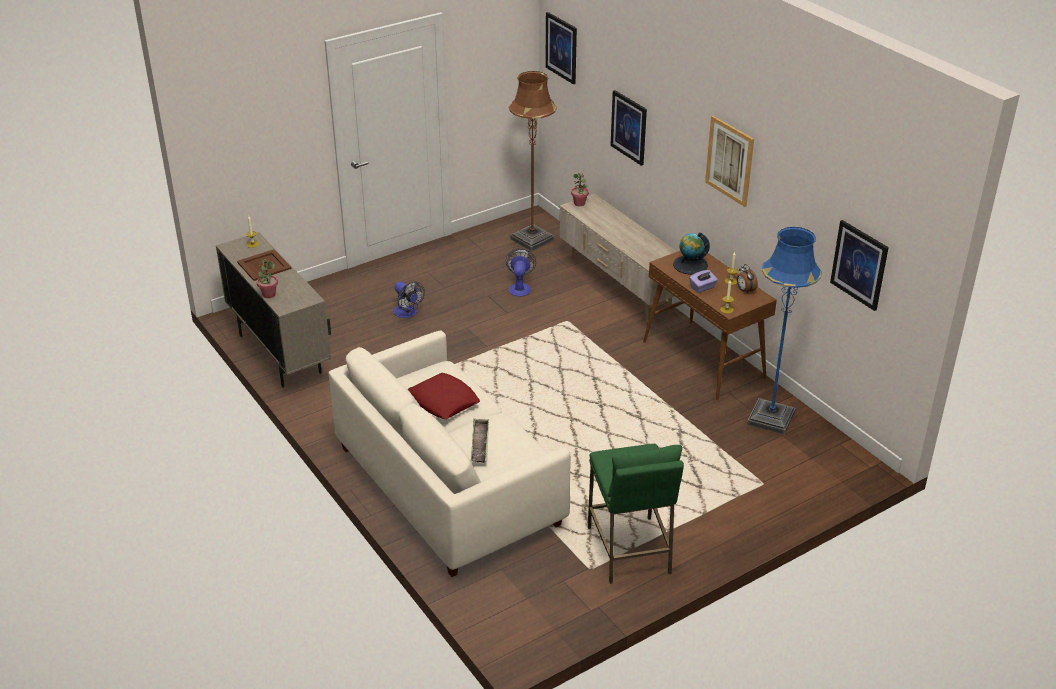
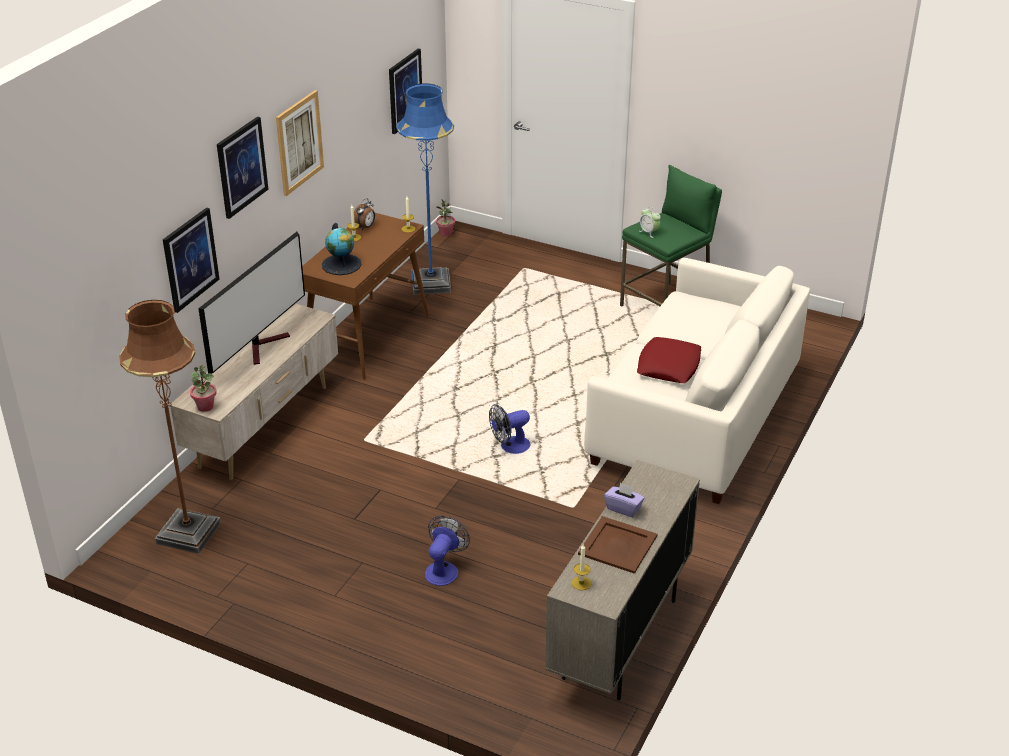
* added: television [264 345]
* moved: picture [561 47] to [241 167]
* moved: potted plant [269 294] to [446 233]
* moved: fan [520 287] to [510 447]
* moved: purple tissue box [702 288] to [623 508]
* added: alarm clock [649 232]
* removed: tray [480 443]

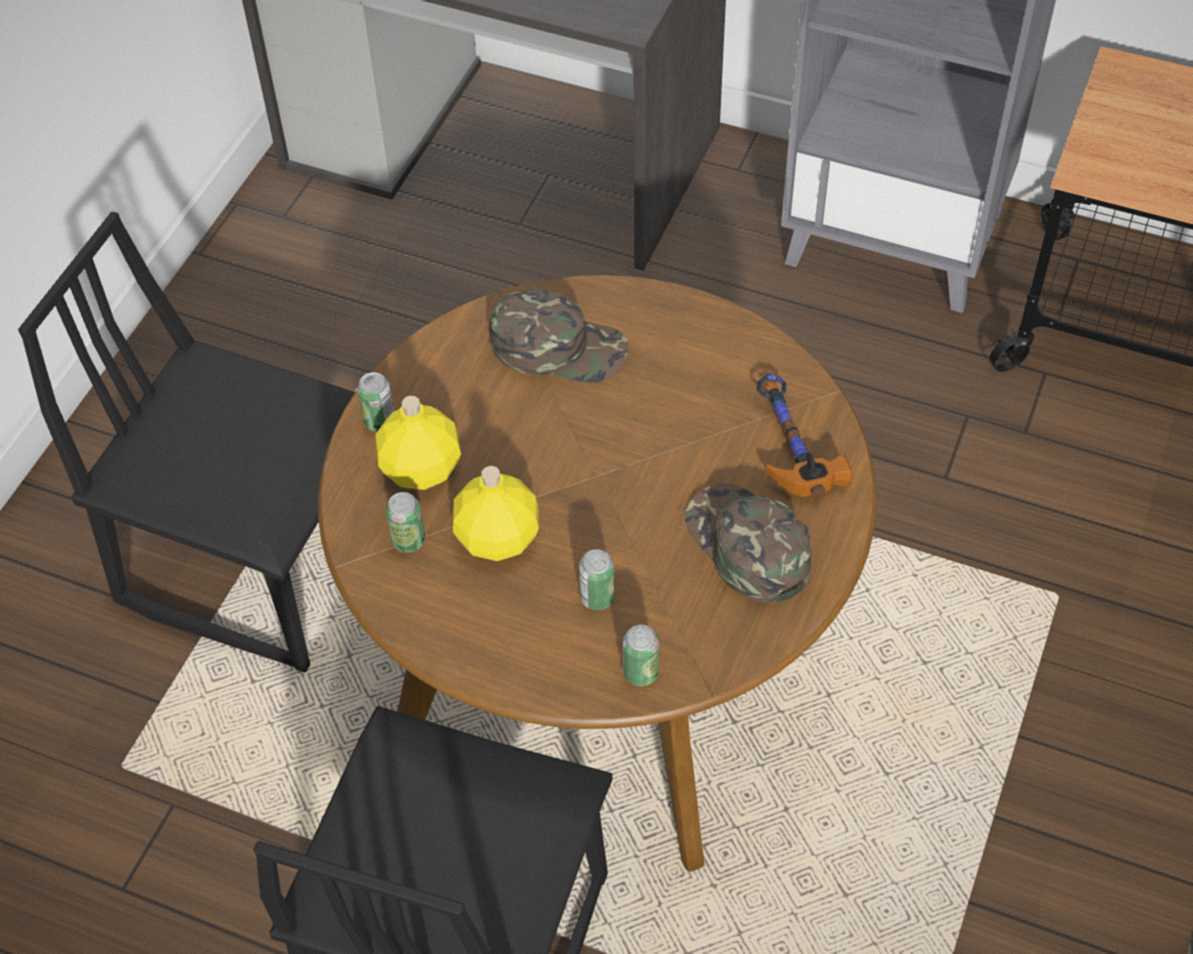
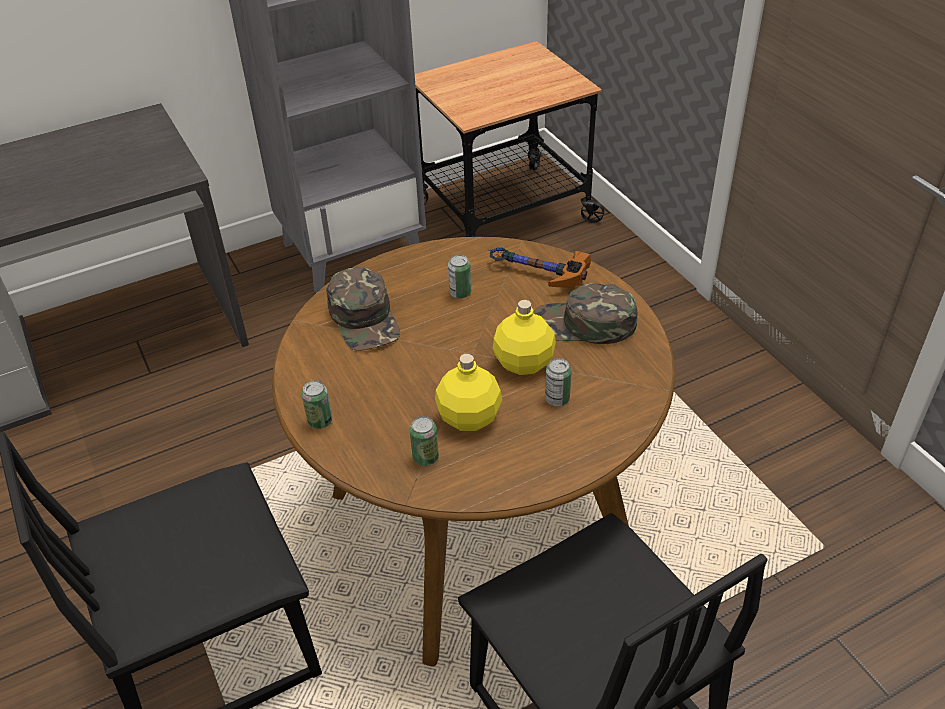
* turned: green cap [559 347] = [365 318] 105 degrees clockwise
* moved: can [640 672] to [460 293]
* moved: yellow bottle [421 470] to [524 363]

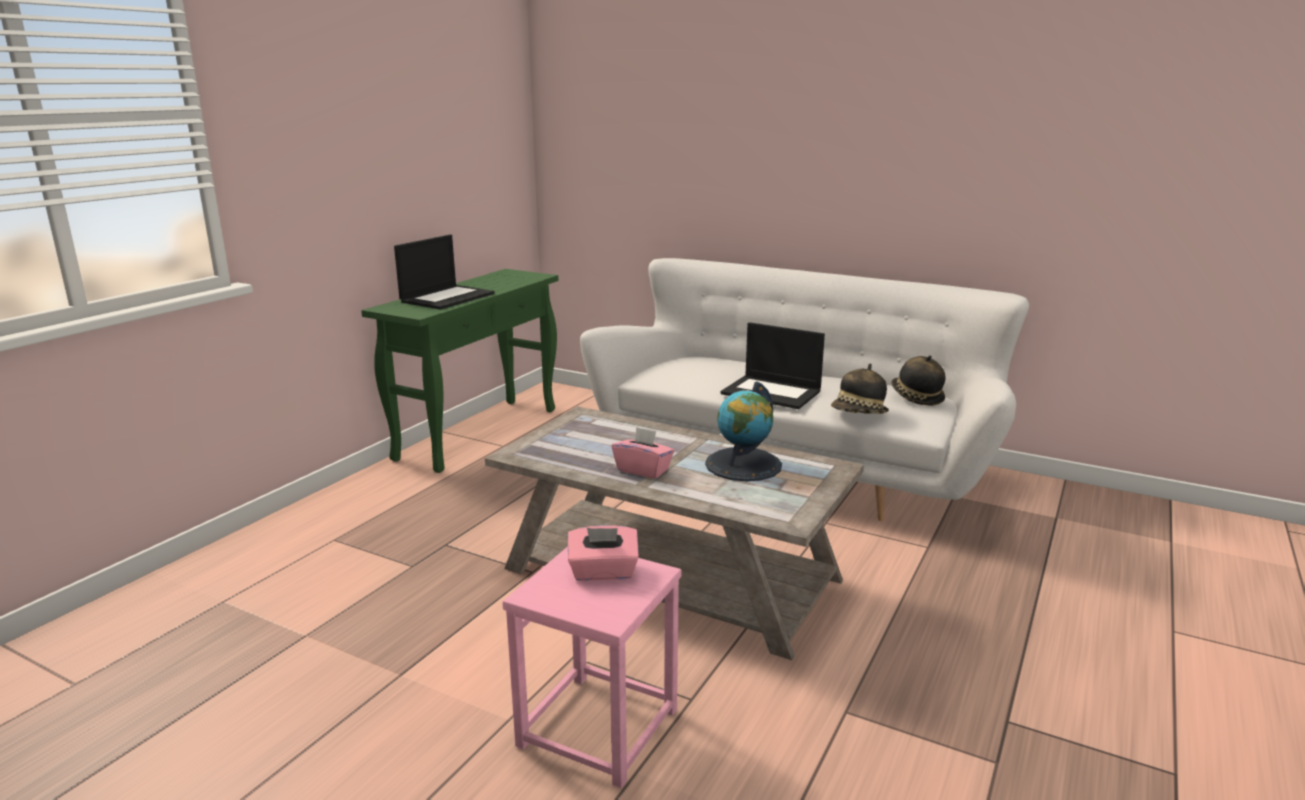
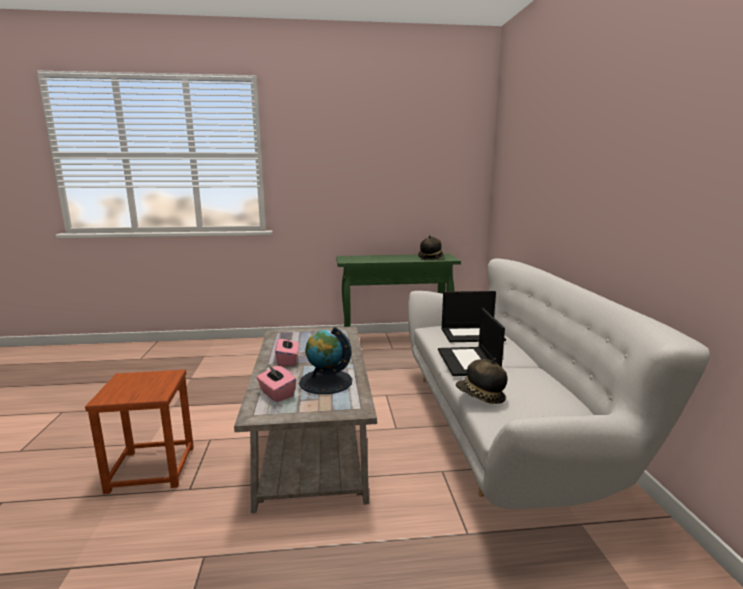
* recoloured: pink stool [599 728] to brown stool [151 469]
* moved: pink tissue box [603 572] to [276 394]
* moved: hat [916 397] to [431 258]
* moved: laptop [447 297] to [472 334]

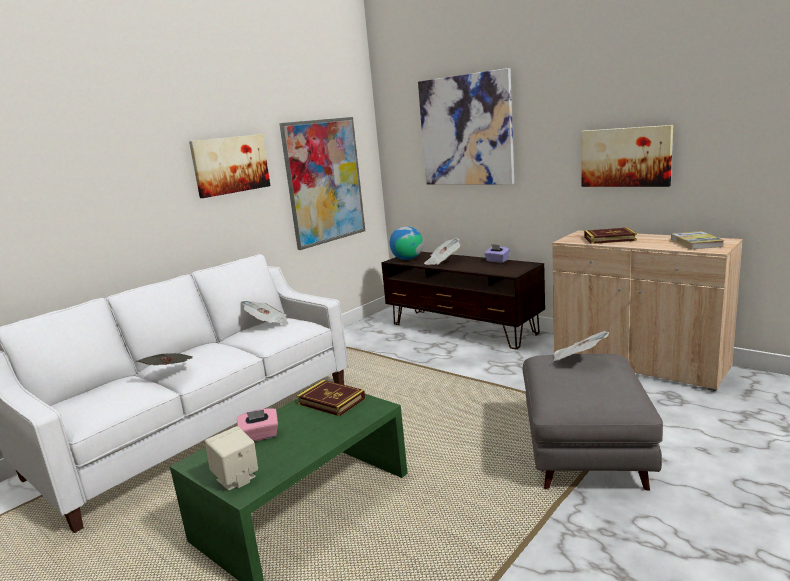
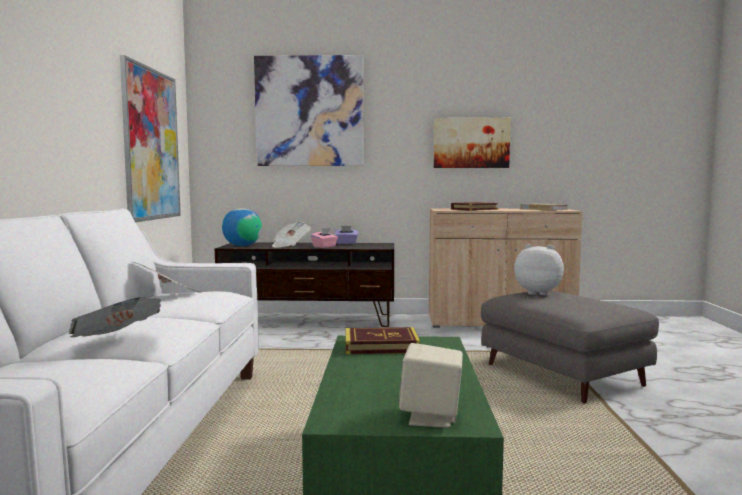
* moved: pink tissue box [260 436] to [324 247]
* replaced: newspaper [578 360] to plush toy [538 293]
* removed: picture [230 165]

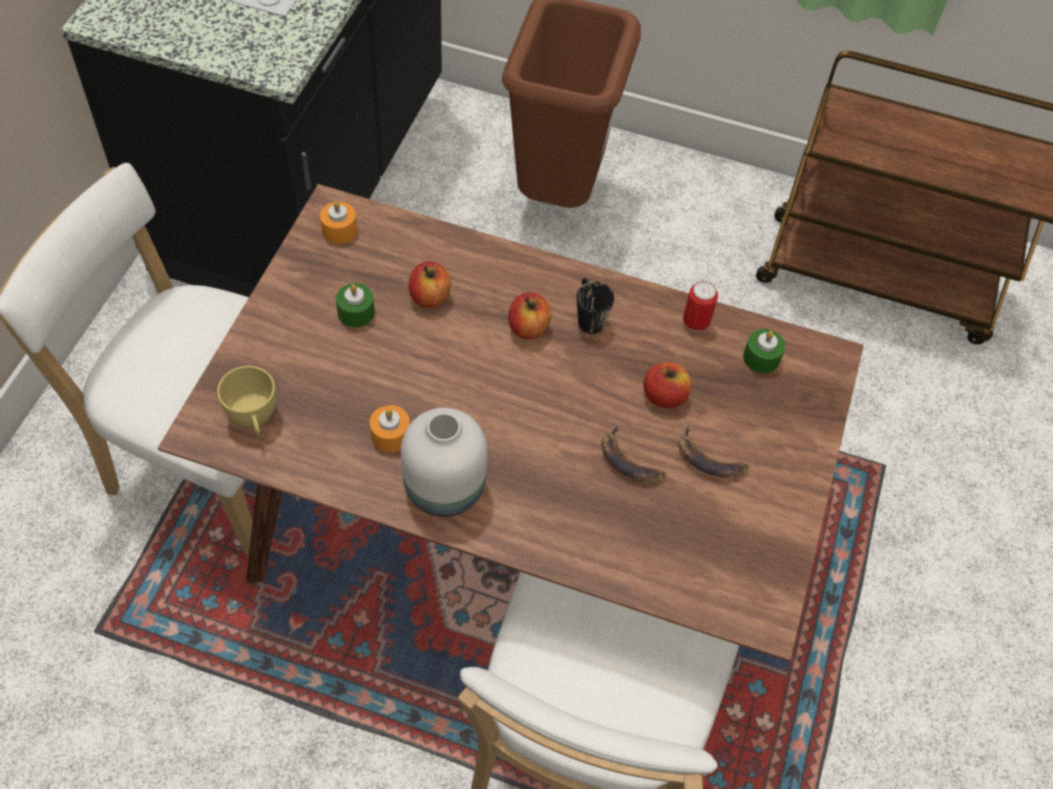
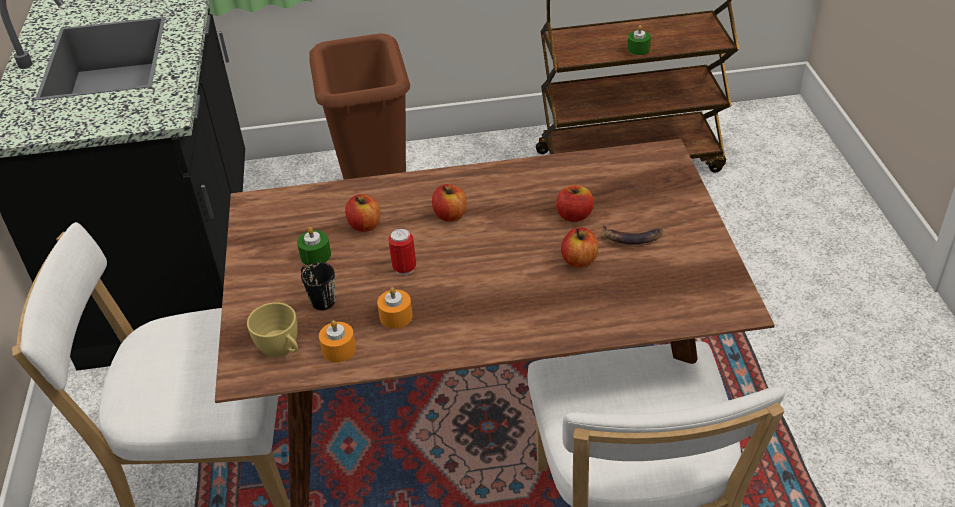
* moved: black mug [588 316] to [318 298]
* moved: orange candle [339 230] to [339 349]
* moved: can [695 323] to [404 268]
* replaced: banana [630 461] to apple [579 260]
* moved: green candle [761 358] to [638 49]
* removed: white vase [446 486]

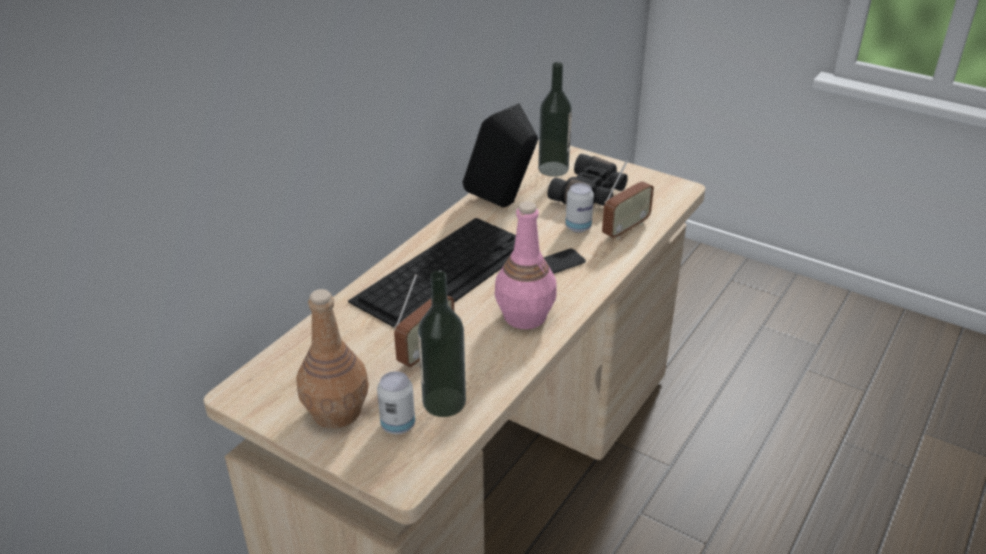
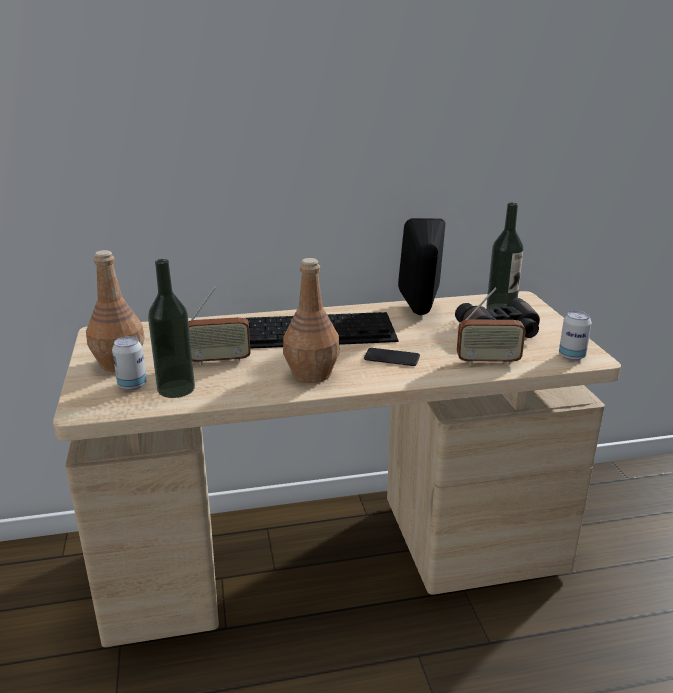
* recoloured: pink bottle [525 317] to brown bottle [311 374]
* moved: can [578 227] to [571 356]

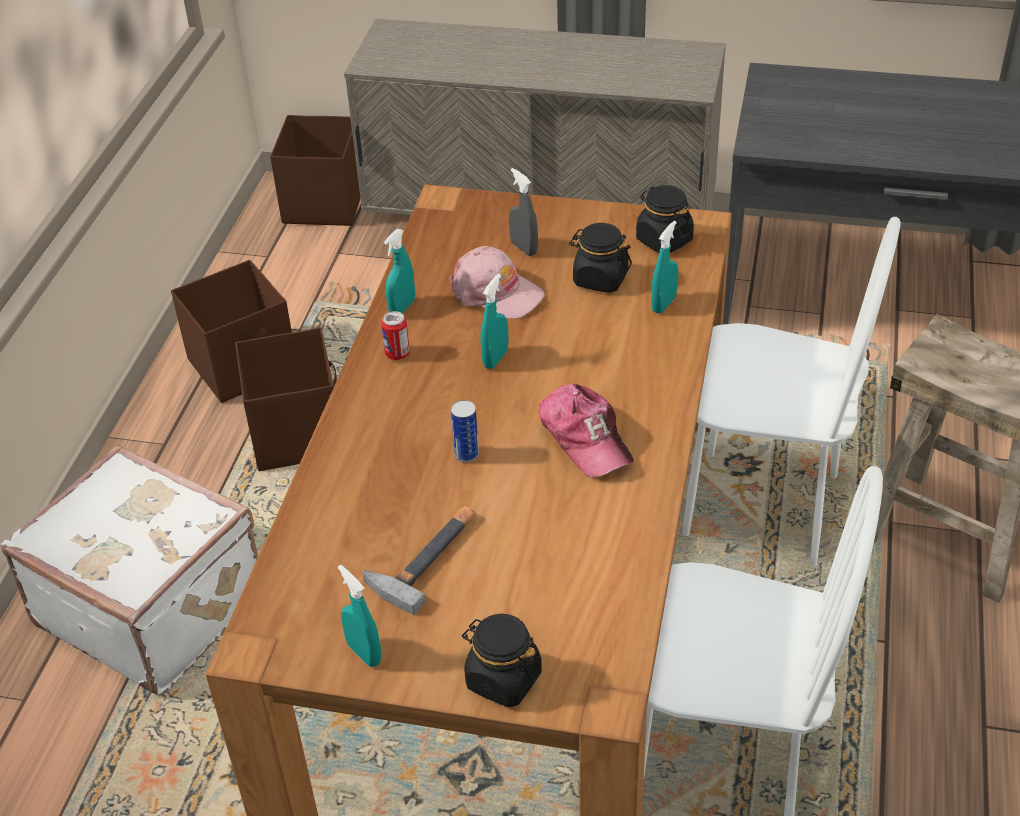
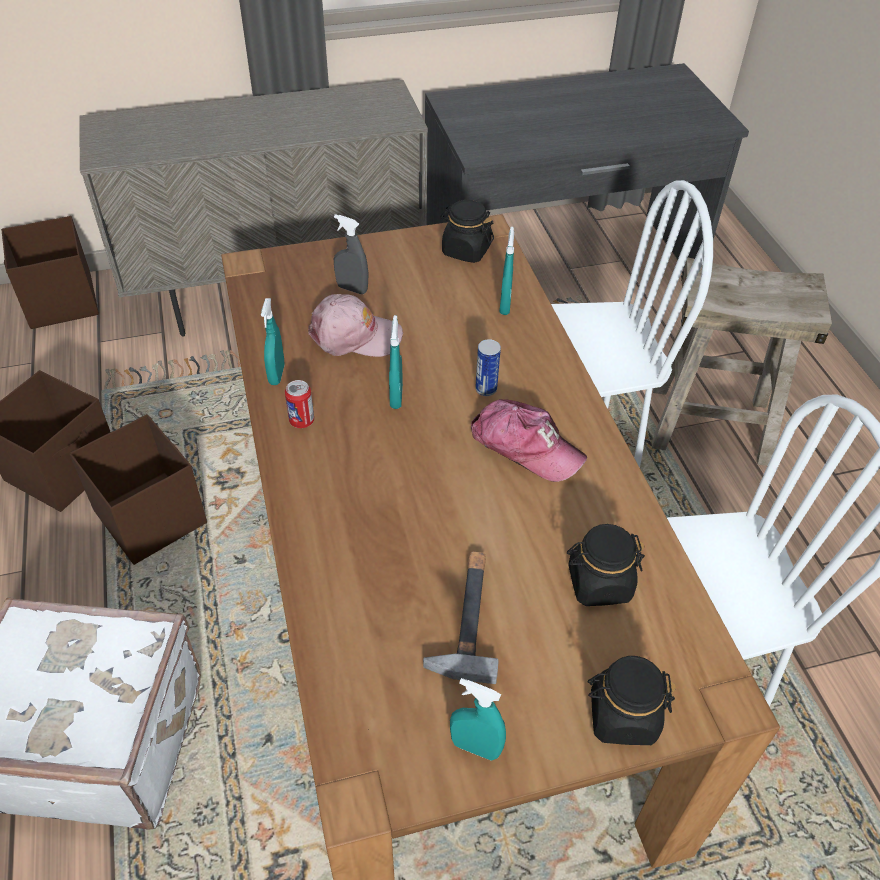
* moved: can [466 454] to [486 389]
* moved: black jar [600 279] to [599 583]

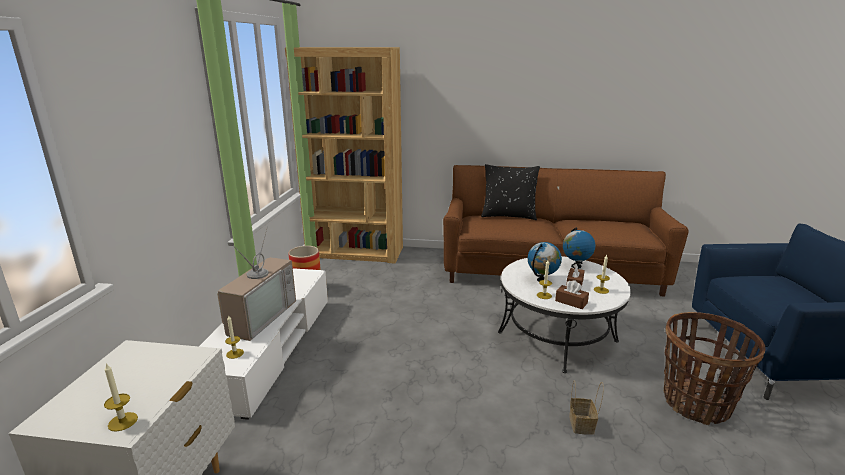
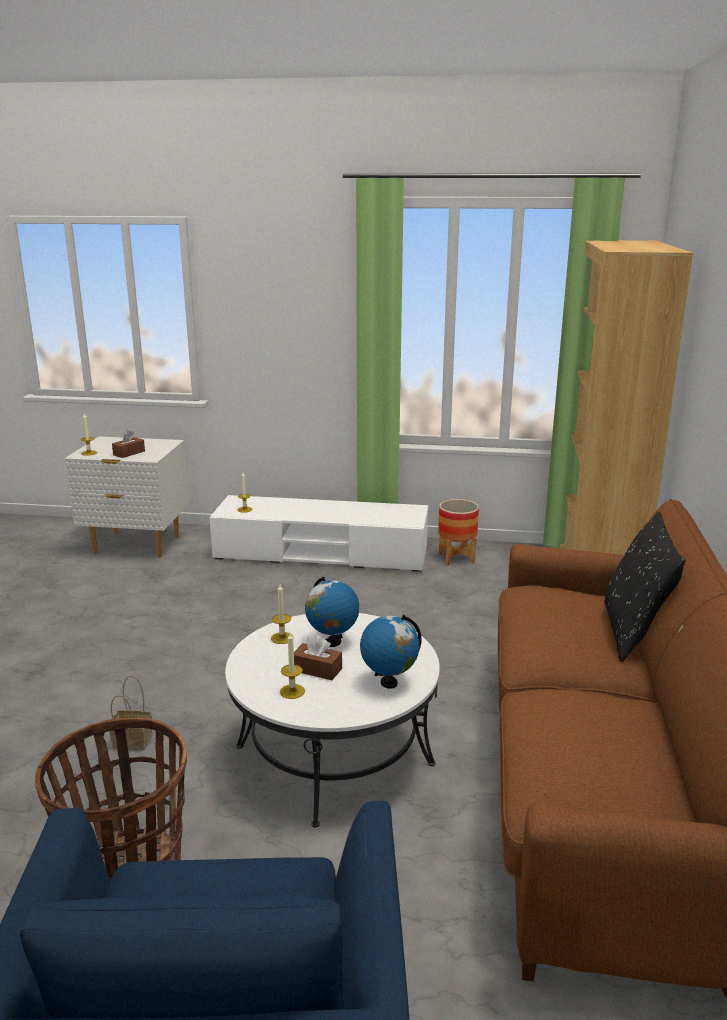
* moved: brown tissue box [571 302] to [129 453]
* removed: television [259 316]

